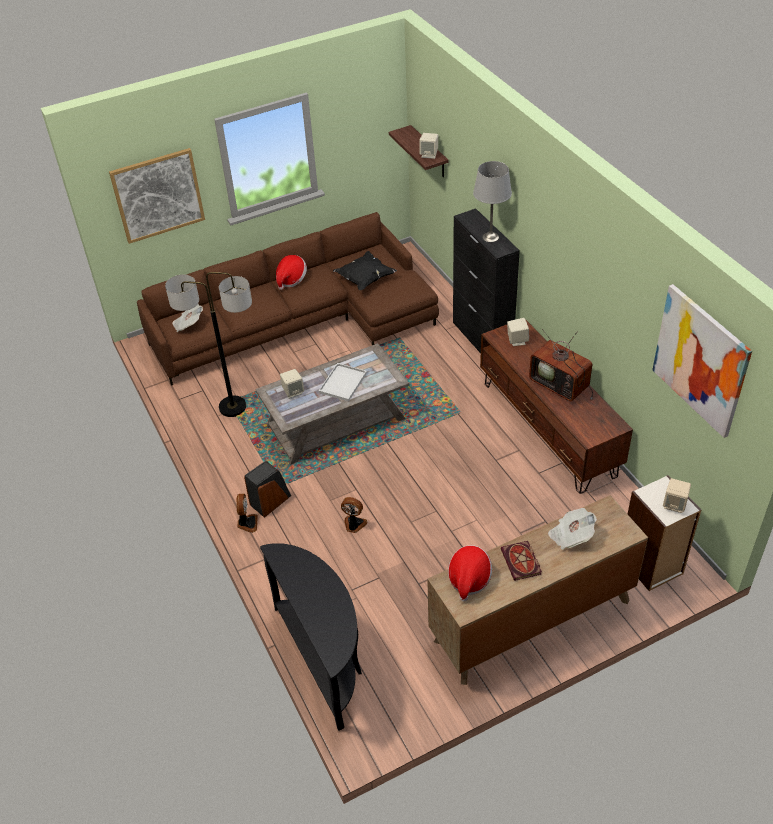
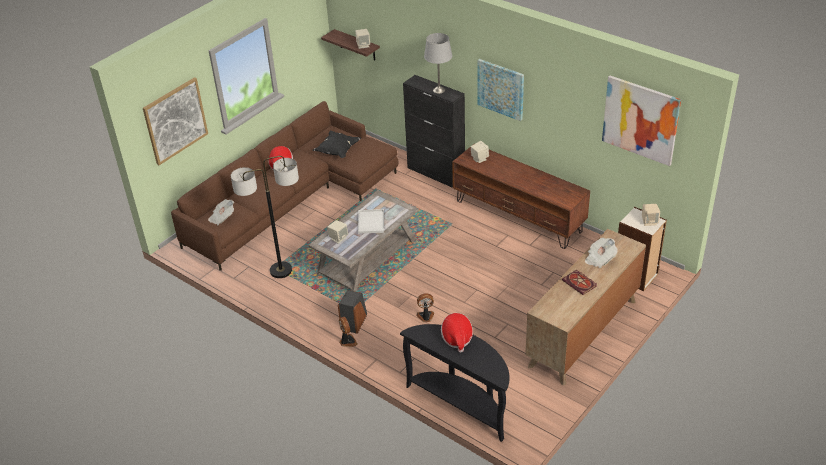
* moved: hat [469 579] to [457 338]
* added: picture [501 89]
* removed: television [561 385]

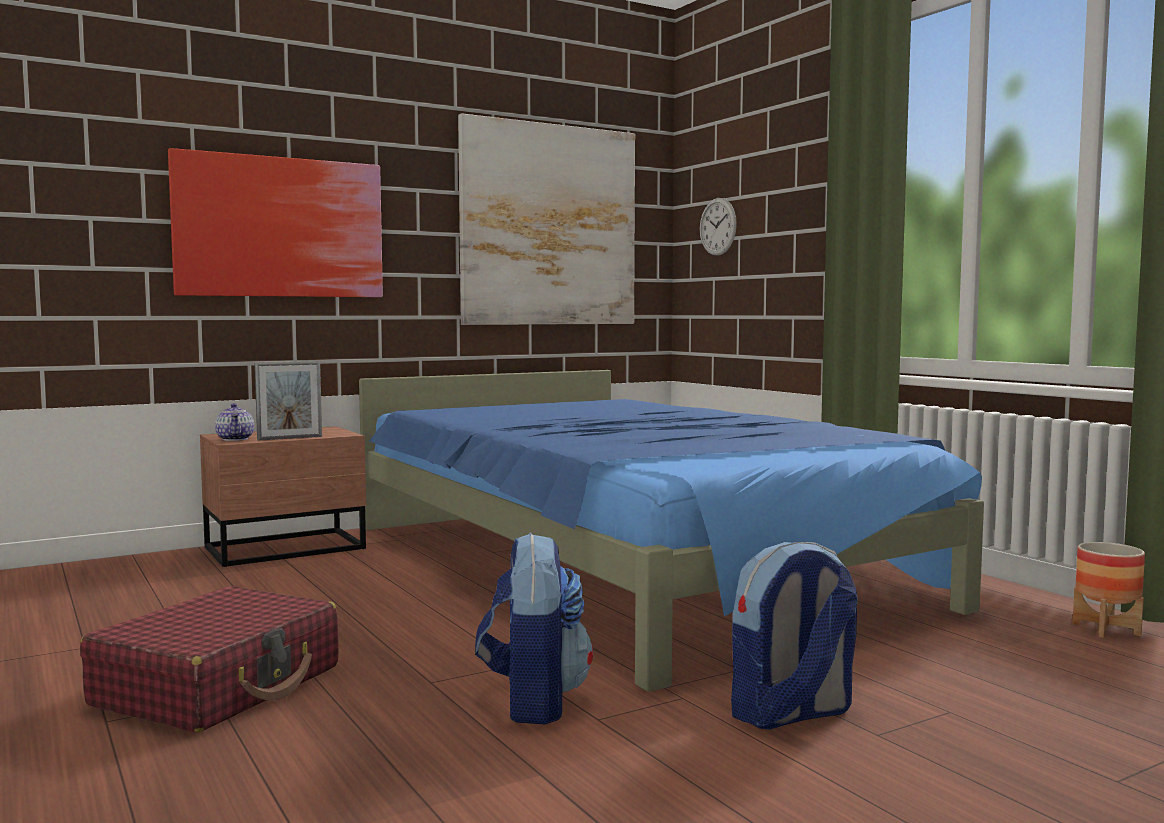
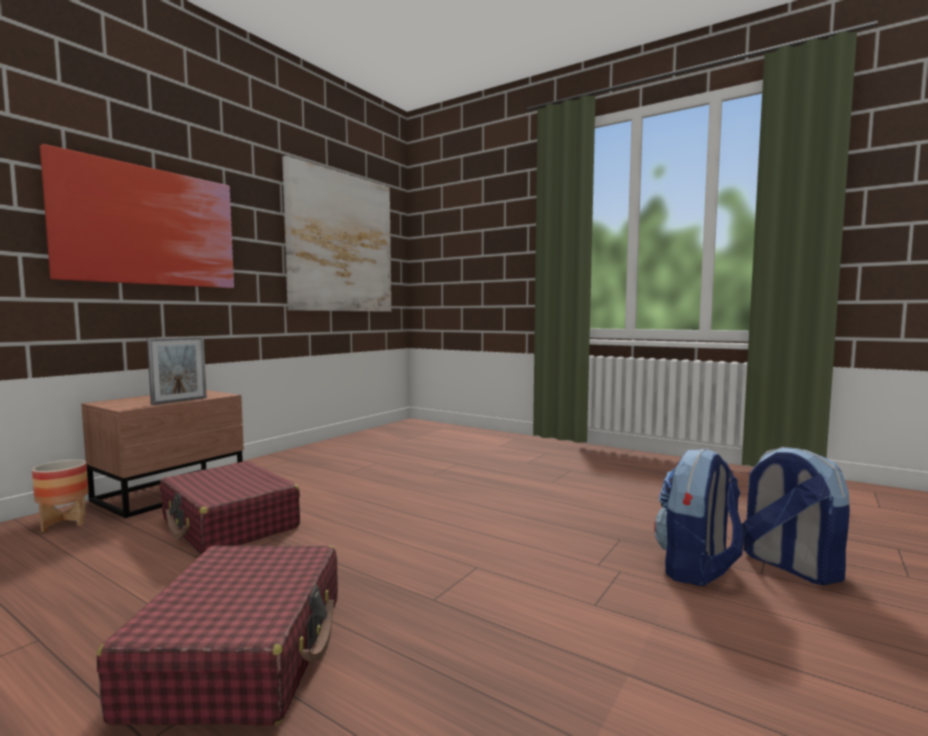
* moved: planter [1106 629] to [64 523]
* added: red suitcase [230 524]
* moved: backpack [533 701] to [788 566]
* removed: teapot [235 439]
* removed: blue bed [624 565]
* removed: wall clock [718 226]

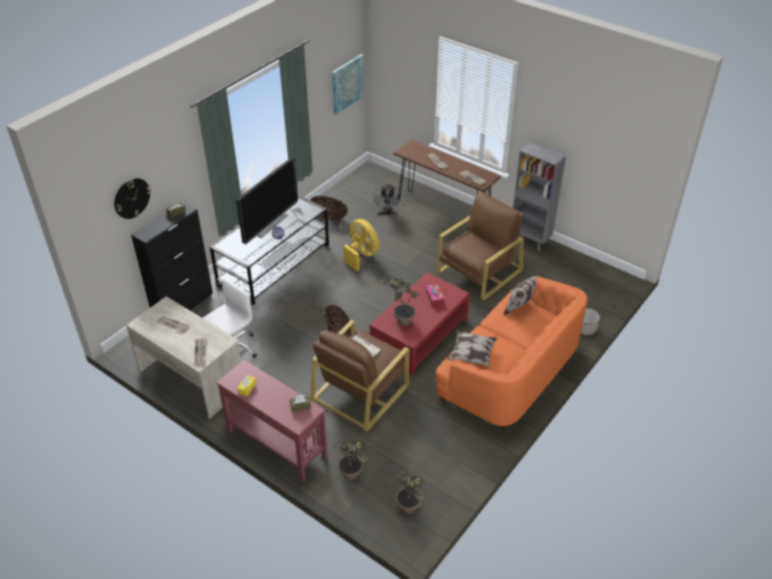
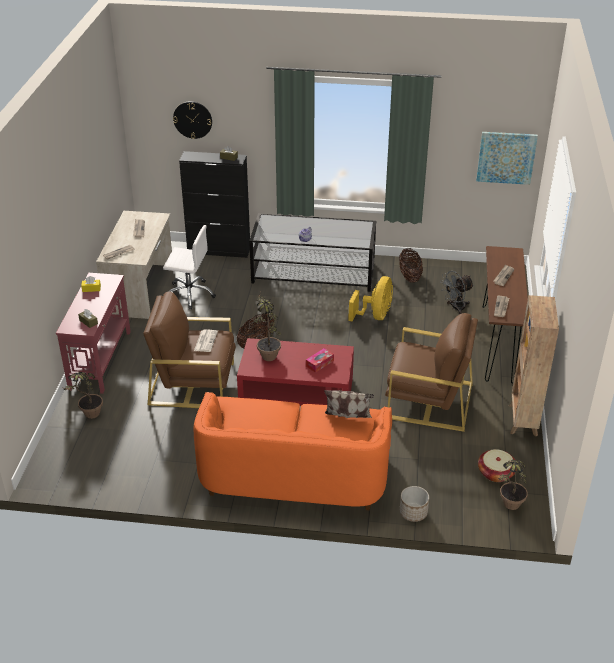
* added: basket [495 473]
* moved: potted plant [410 512] to [508 507]
* recoloured: grey bookcase [530 240] to brown bookcase [522 421]
* removed: television [269 224]
* removed: pillow [471 355]

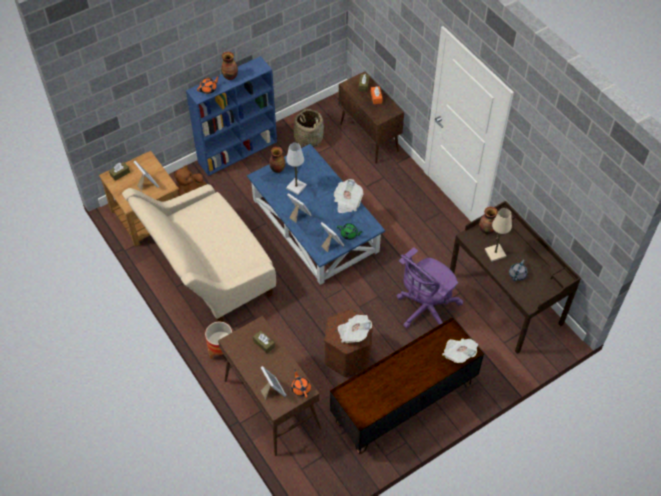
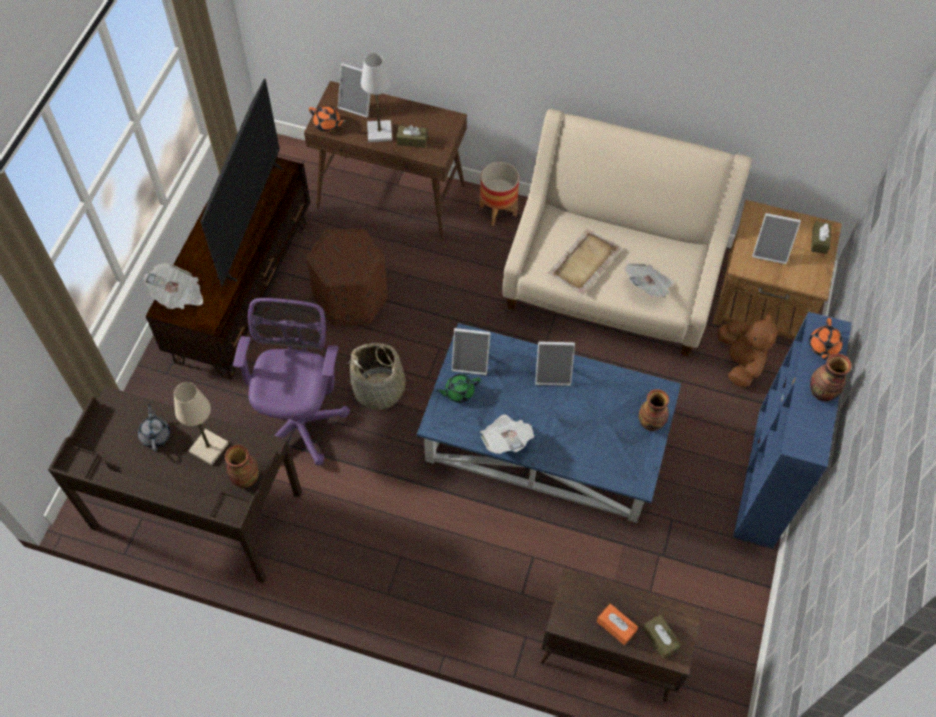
* added: television [250 221]
* moved: basket [308 138] to [379 390]
* moved: white table lamp [296 187] to [379 132]
* added: beige tray [584 263]
* moved: newspaper [353 333] to [648 287]

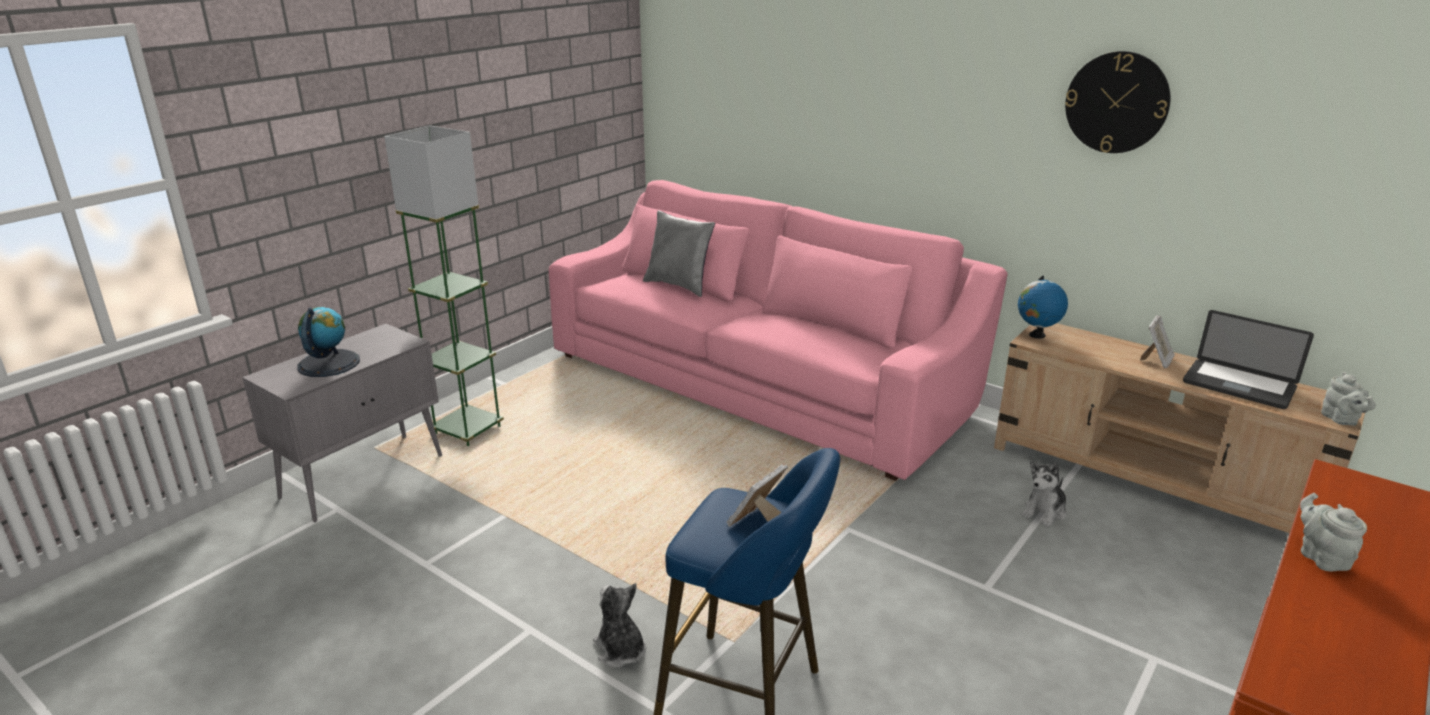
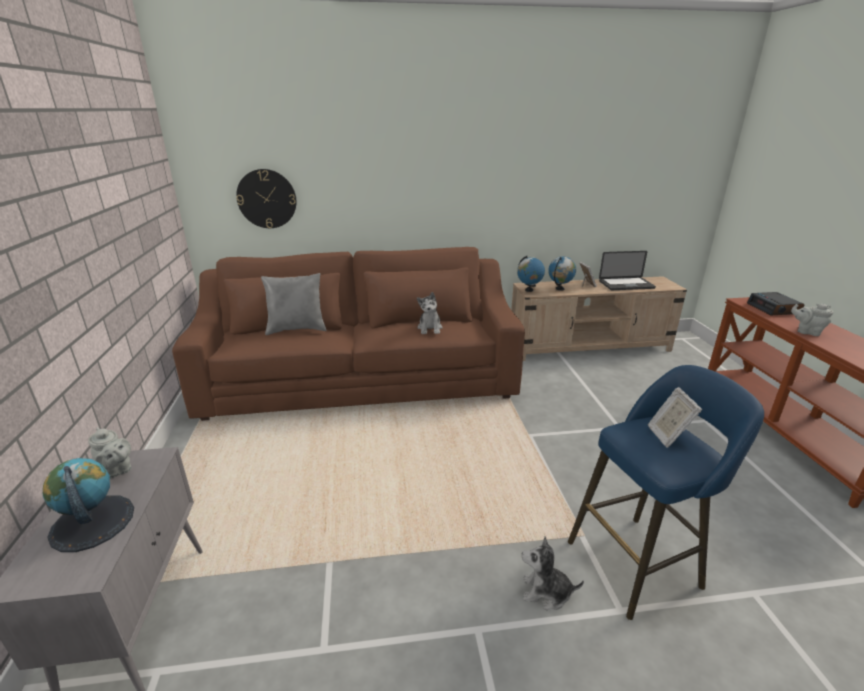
* moved: grey teapot [1341 420] to [117 470]
* recoloured: pink sofa [758 381] to brown sofa [361 378]
* moved: wall clock [1116 102] to [267 199]
* moved: plush toy [1044 512] to [430 328]
* added: globe [560 289]
* added: alarm clock [774 309]
* removed: green floor lamp [468 430]

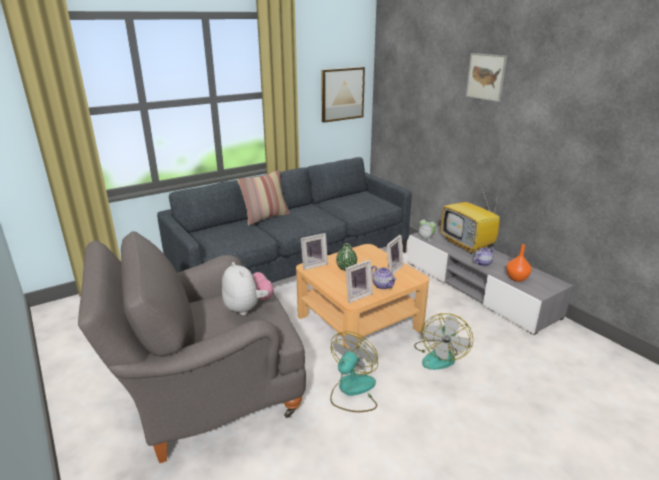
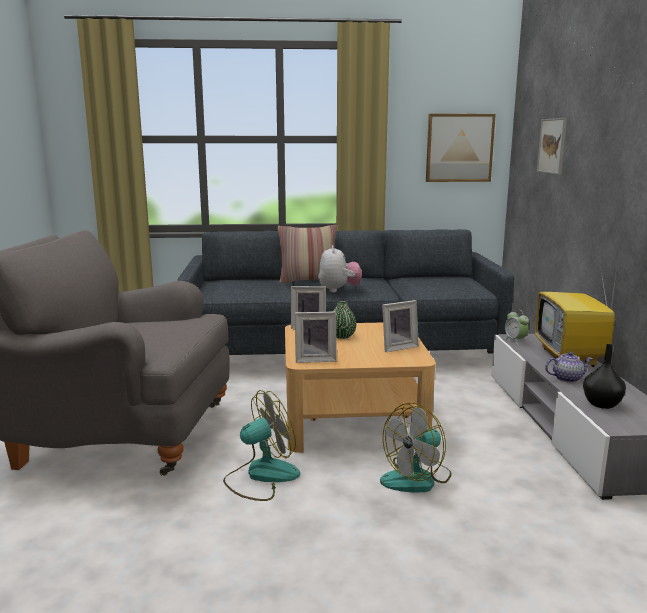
* moved: plush toy [248 308] to [339 290]
* moved: picture [485 77] to [552 146]
* recoloured: orange vase [517 278] to black vase [601 404]
* removed: teapot [383 285]

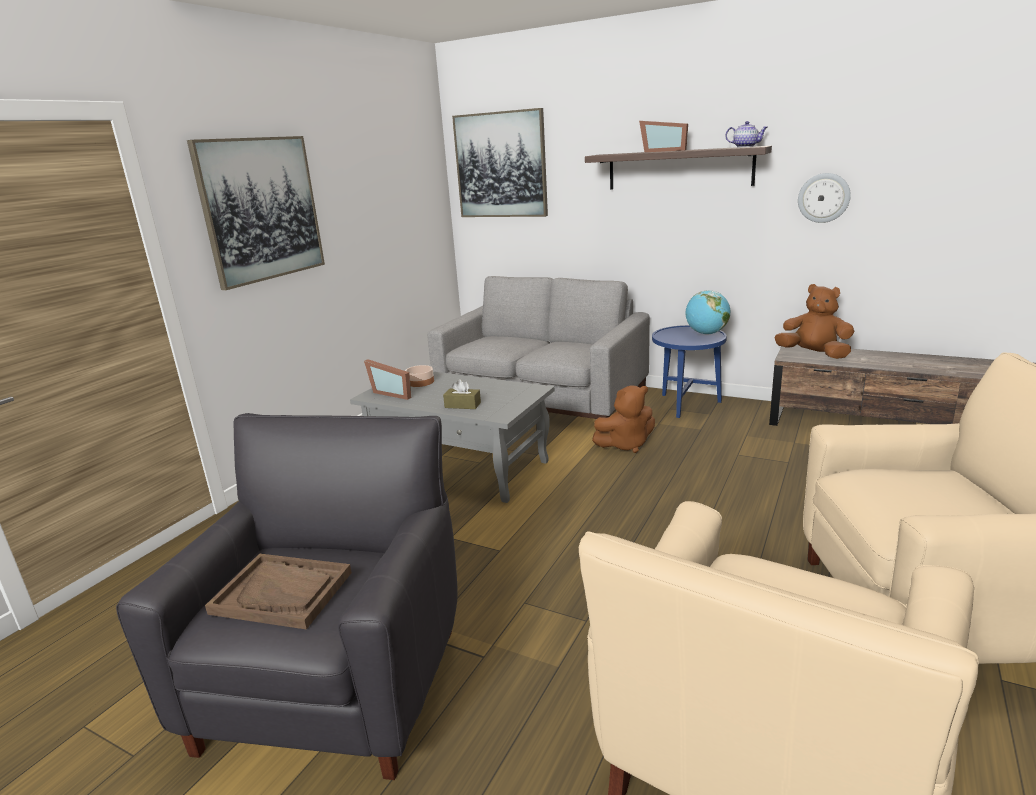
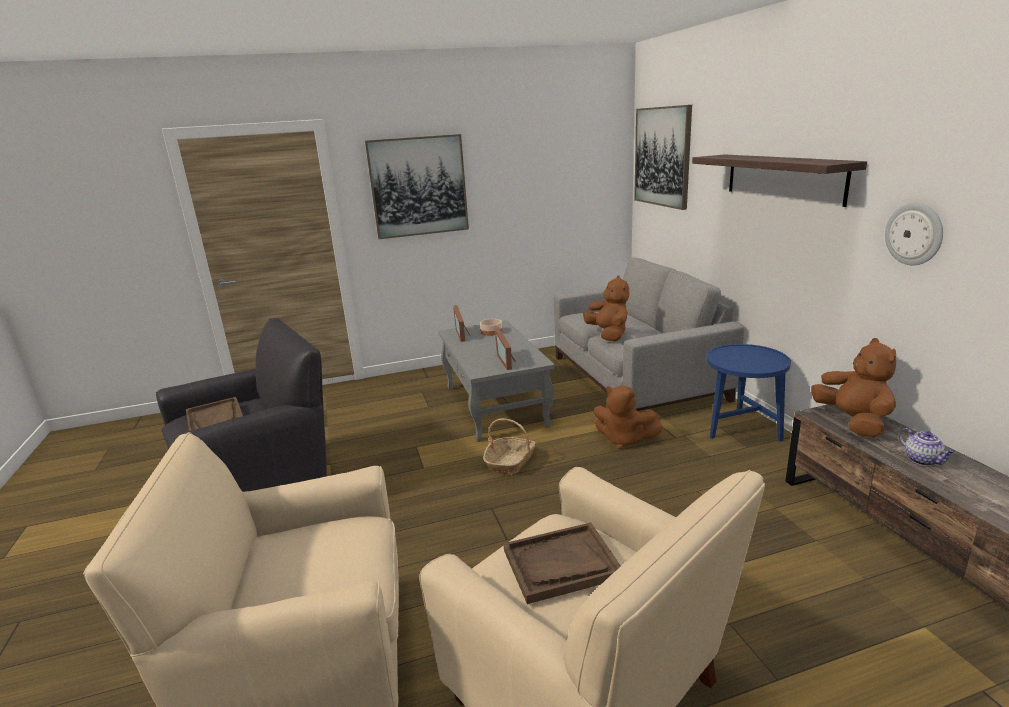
* added: basket [510 462]
* moved: picture frame [664 151] to [508 361]
* added: brown tray [561 564]
* added: brown plush toy [608 335]
* moved: teapot [746 146] to [923 460]
* removed: brown tissue box [462 405]
* removed: globe [706 333]

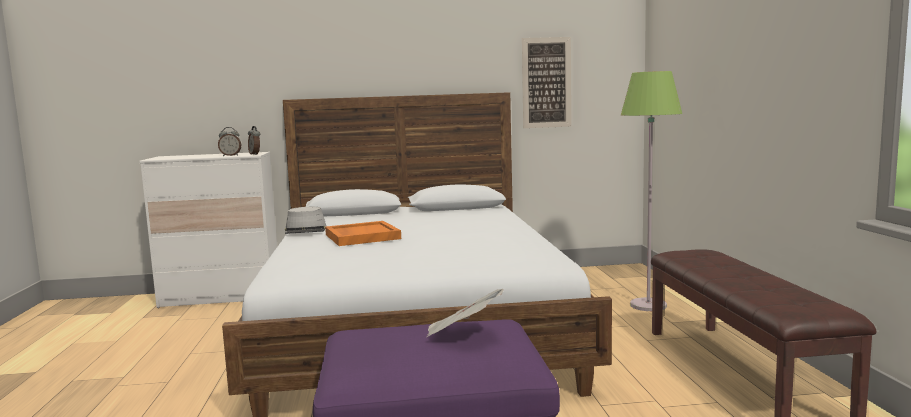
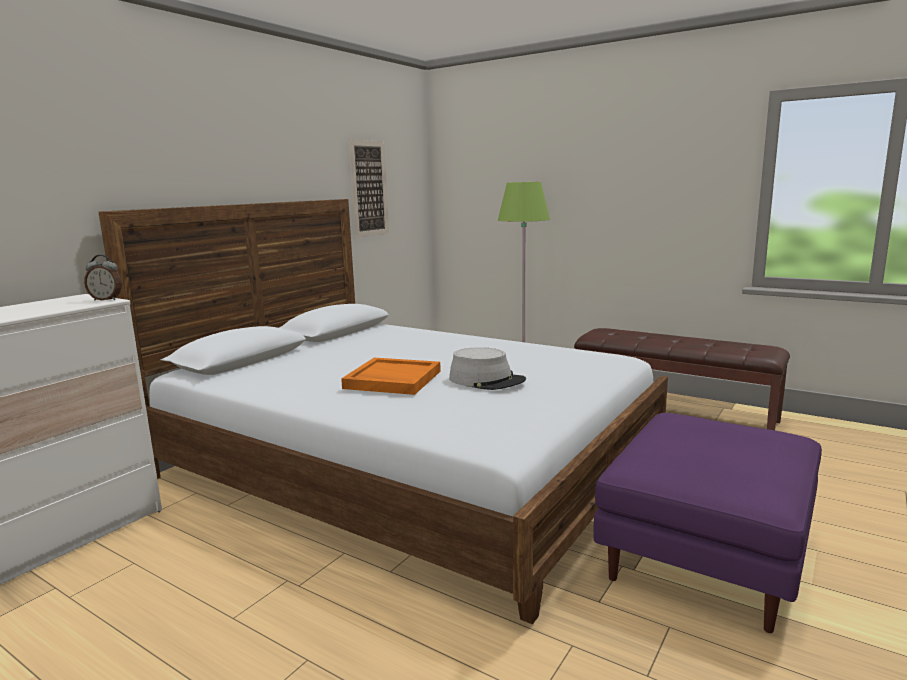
* moved: grey hat [306 230] to [487 380]
* removed: alarm clock [230 155]
* removed: newspaper [462 334]

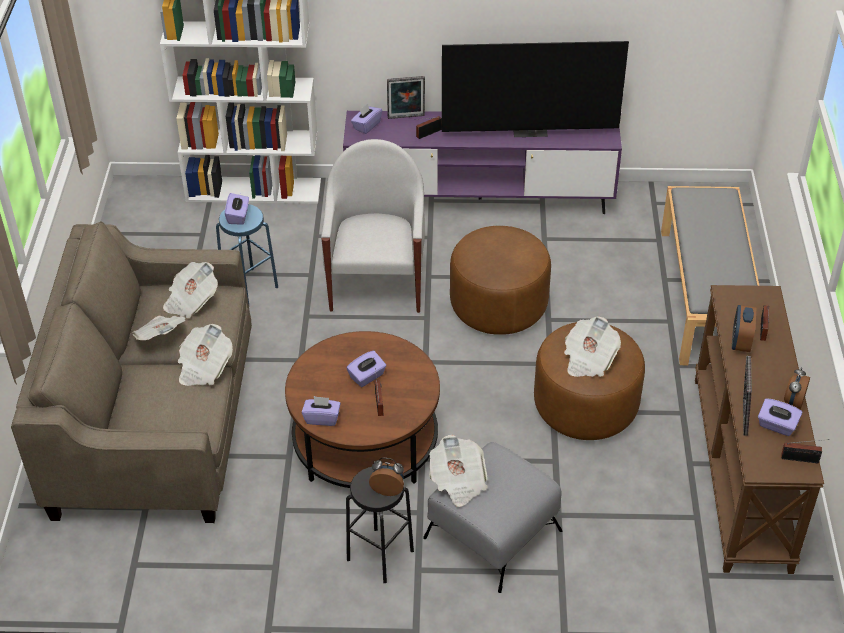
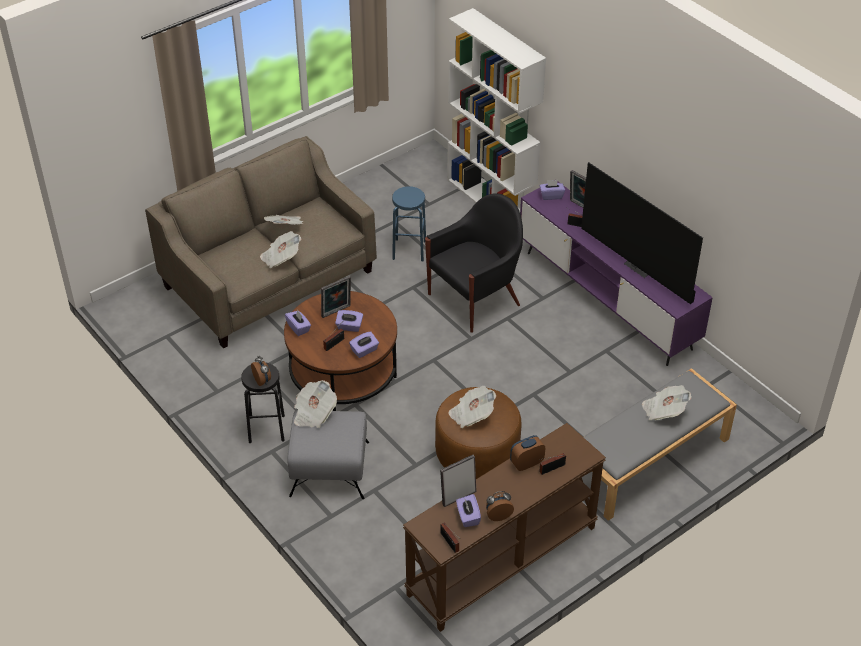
* added: picture frame [337 312]
* moved: purple tissue box [238 216] to [364 350]
* recoloured: white armchair [377 282] to black armchair [475 299]
* moved: newspaper [191 301] to [664 410]
* removed: brown ottoman [498 305]

